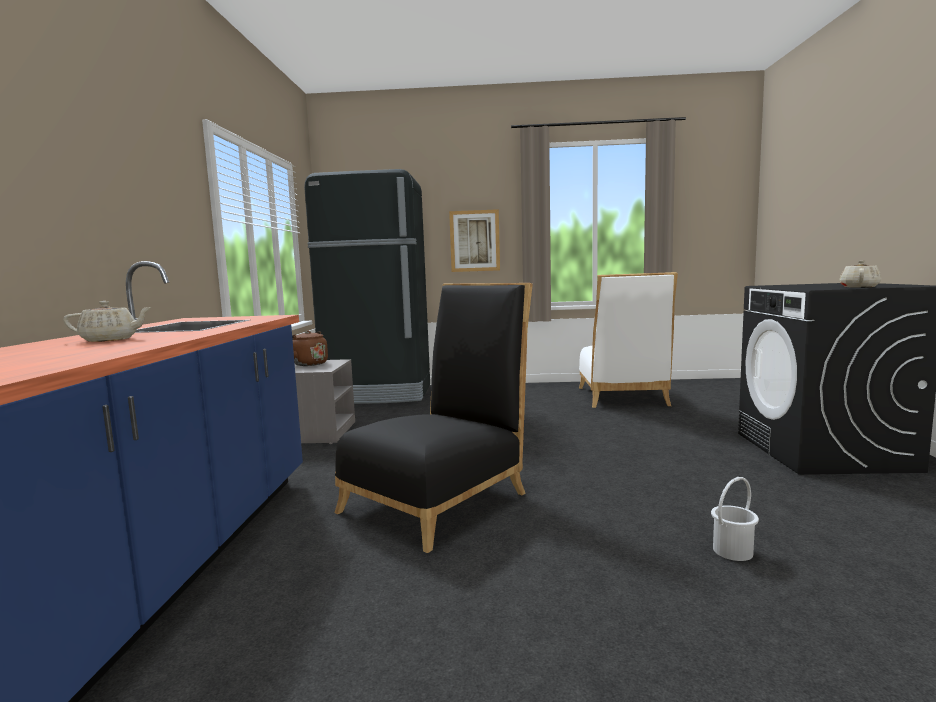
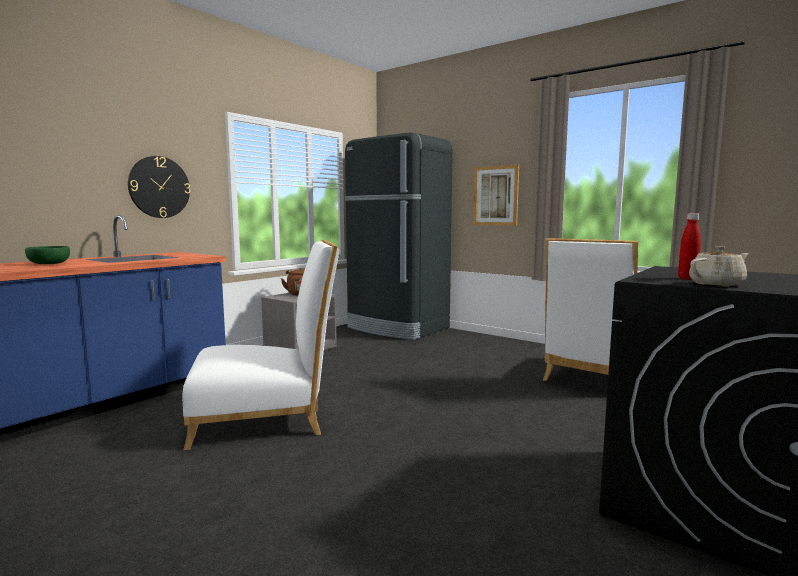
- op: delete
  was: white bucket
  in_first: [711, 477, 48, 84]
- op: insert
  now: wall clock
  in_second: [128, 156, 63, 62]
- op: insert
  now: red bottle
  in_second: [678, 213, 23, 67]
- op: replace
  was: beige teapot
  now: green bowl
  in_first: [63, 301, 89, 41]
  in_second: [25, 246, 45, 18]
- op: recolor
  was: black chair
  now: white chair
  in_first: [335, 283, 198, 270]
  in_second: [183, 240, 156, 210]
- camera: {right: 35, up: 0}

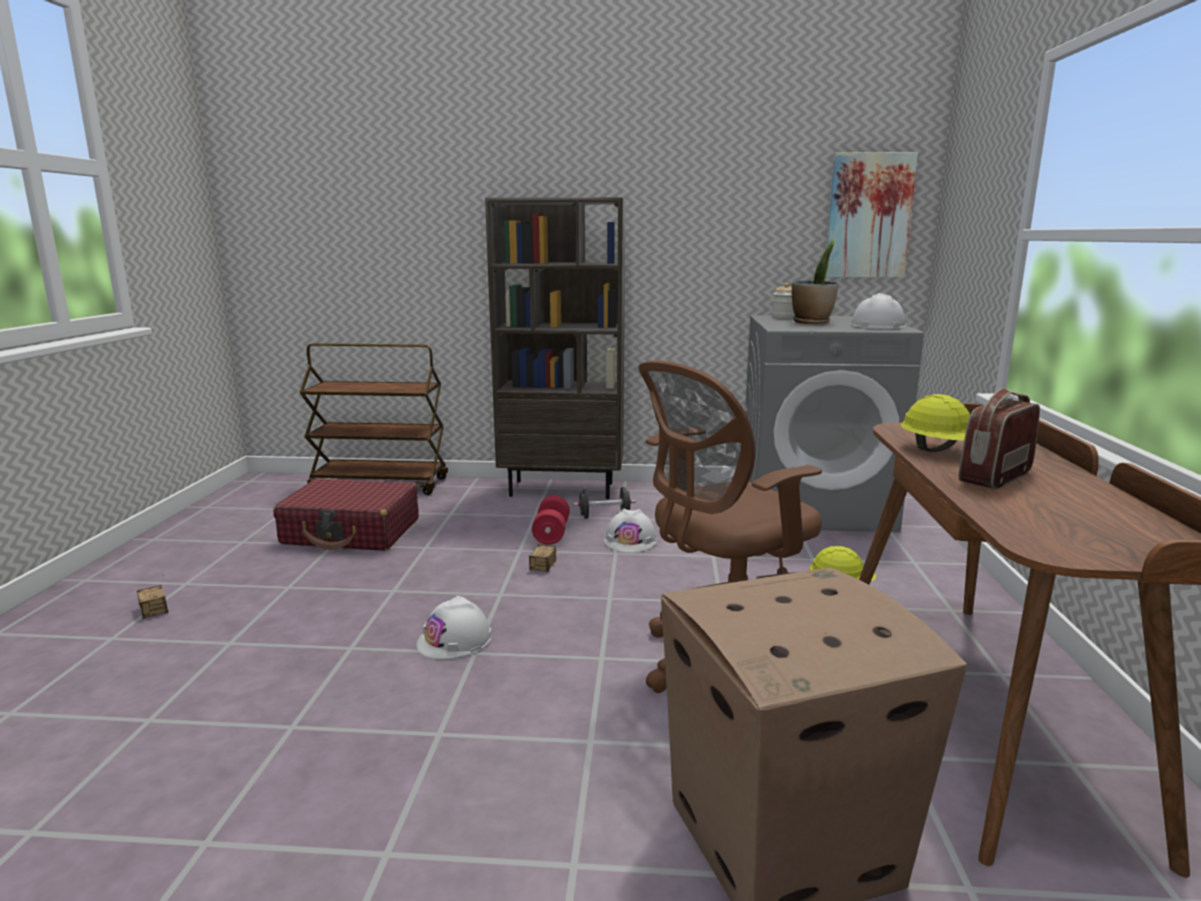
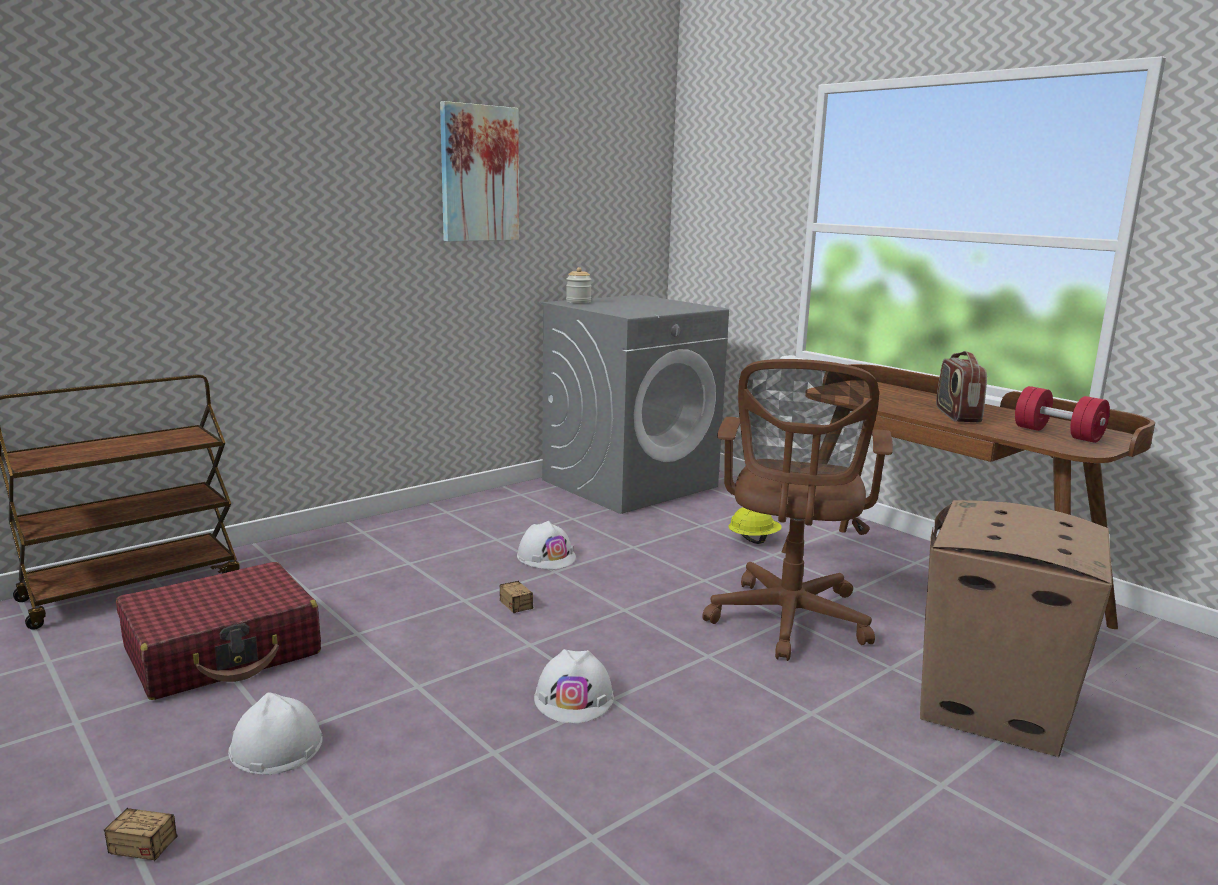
- op: delete
  was: brown bookcase
  in_first: [485, 197, 141, 302]
- op: delete
  was: black dumbbell
  in_first: [573, 487, 63, 32]
- op: delete
  was: potted plant
  in_first: [792, 238, 47, 86]
- op: delete
  was: yellow hard hat
  in_first: [901, 394, 69, 58]
- op: move
  was: red dumbbell
  in_first: [532, 495, 38, 50]
  in_second: [1015, 386, 95, 57]
- op: move
  was: picture
  in_first: [826, 152, 92, 126]
  in_second: [440, 101, 79, 140]
- op: move
  was: white hard hat
  in_first: [850, 293, 56, 36]
  in_second: [228, 692, 95, 83]
- camera: {right: -45, up: 0}

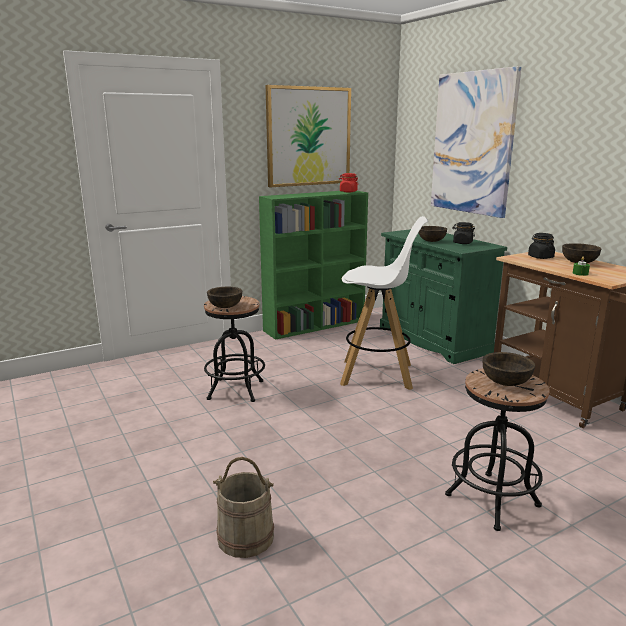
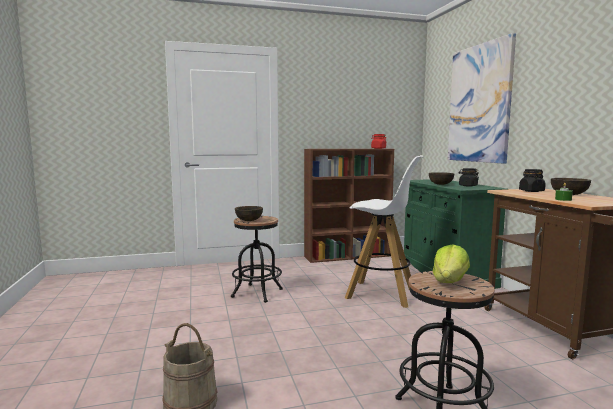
- op: delete
  was: picture
  in_first: [266, 85, 85, 102]
- op: replace
  was: brown bowl
  now: lettuce
  in_first: [483, 352, 52, 34]
  in_second: [433, 244, 37, 39]
- op: recolor
  was: green bookcase
  now: brown bookcase
  in_first: [259, 191, 109, 149]
  in_second: [304, 149, 90, 114]
- camera: {right: 15, up: -10}

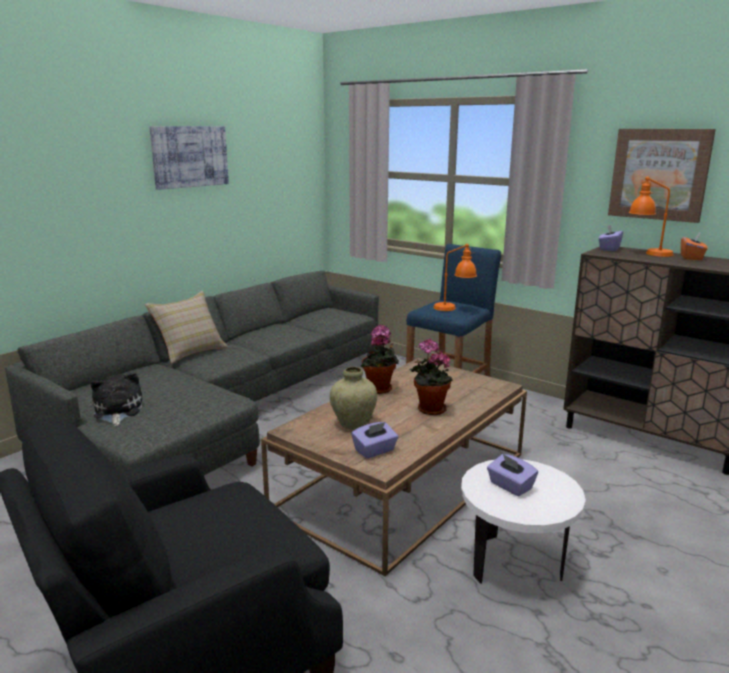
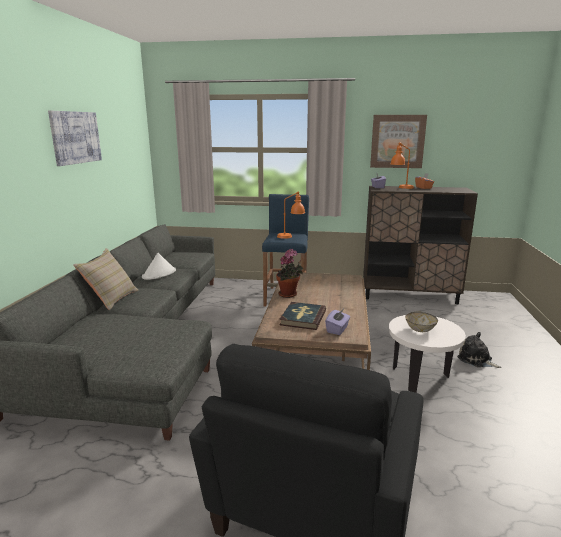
- op: delete
  was: potted plant
  in_first: [409, 339, 44, 76]
- op: insert
  now: white hat
  in_second: [142, 253, 34, 27]
- op: move
  was: plush toy
  in_first: [90, 372, 53, 54]
  in_second: [457, 332, 44, 36]
- op: replace
  was: beige vase
  now: book
  in_first: [330, 367, 47, 63]
  in_second: [279, 302, 47, 28]
- op: replace
  was: purple tissue box
  now: bowl
  in_first: [487, 454, 51, 42]
  in_second: [405, 311, 33, 21]
- camera: {right: -30, up: 0}

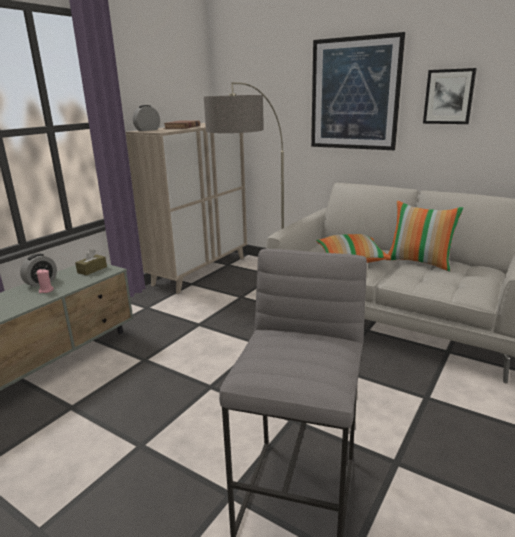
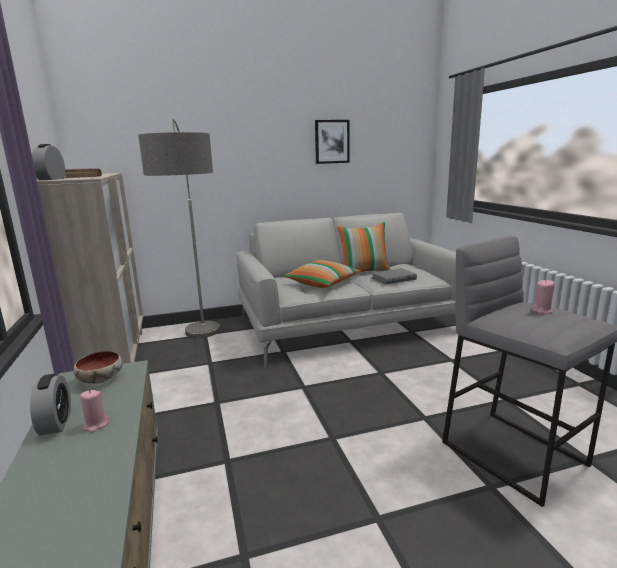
- op: delete
  was: picture
  in_first: [311, 32, 94, 118]
- op: insert
  now: grey book
  in_second: [371, 268, 46, 17]
- op: insert
  now: pink candle
  in_second: [531, 279, 24, 35]
- op: replace
  was: brown tissue box
  now: bowl
  in_first: [75, 249, 32, 26]
  in_second: [73, 351, 49, 33]
- camera: {right: -50, up: -5}

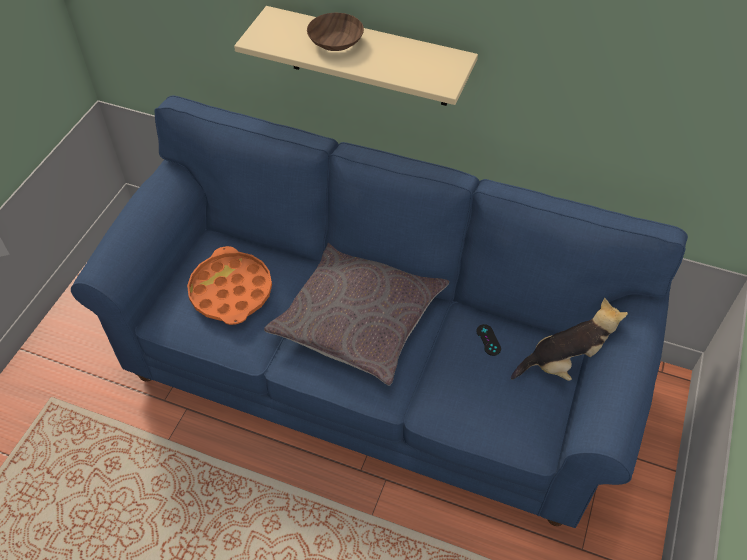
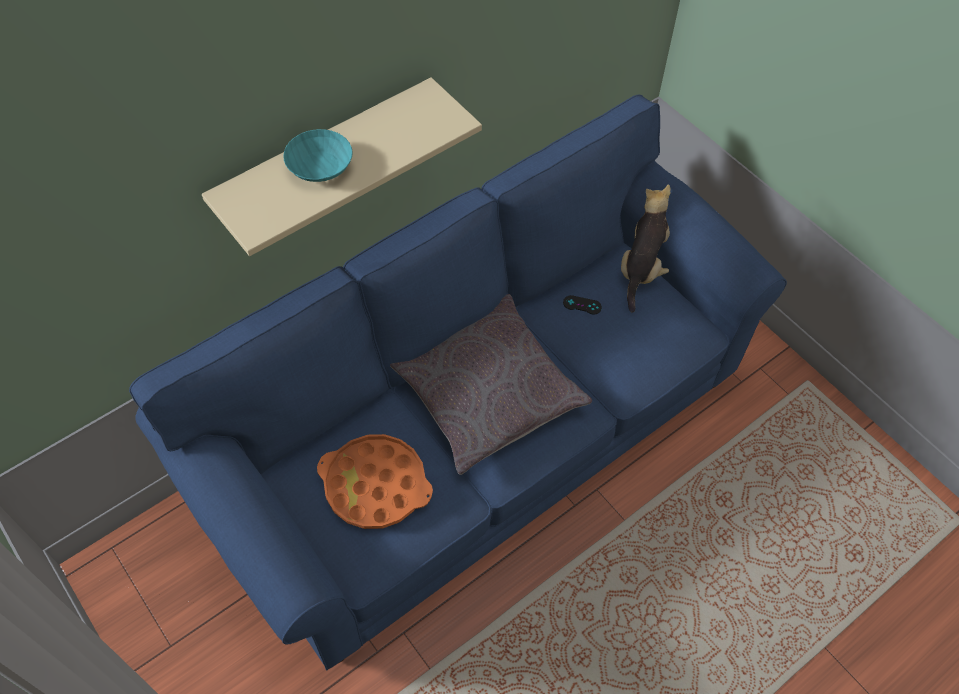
- op: recolor
  was: brown bowl
  now: turquoise bowl
  in_first: [307, 13, 57, 38]
  in_second: [283, 129, 70, 53]
- camera: {right: -60, up: 5}

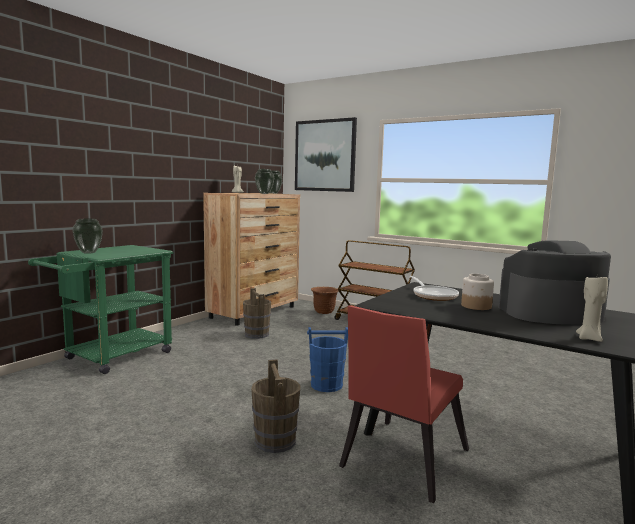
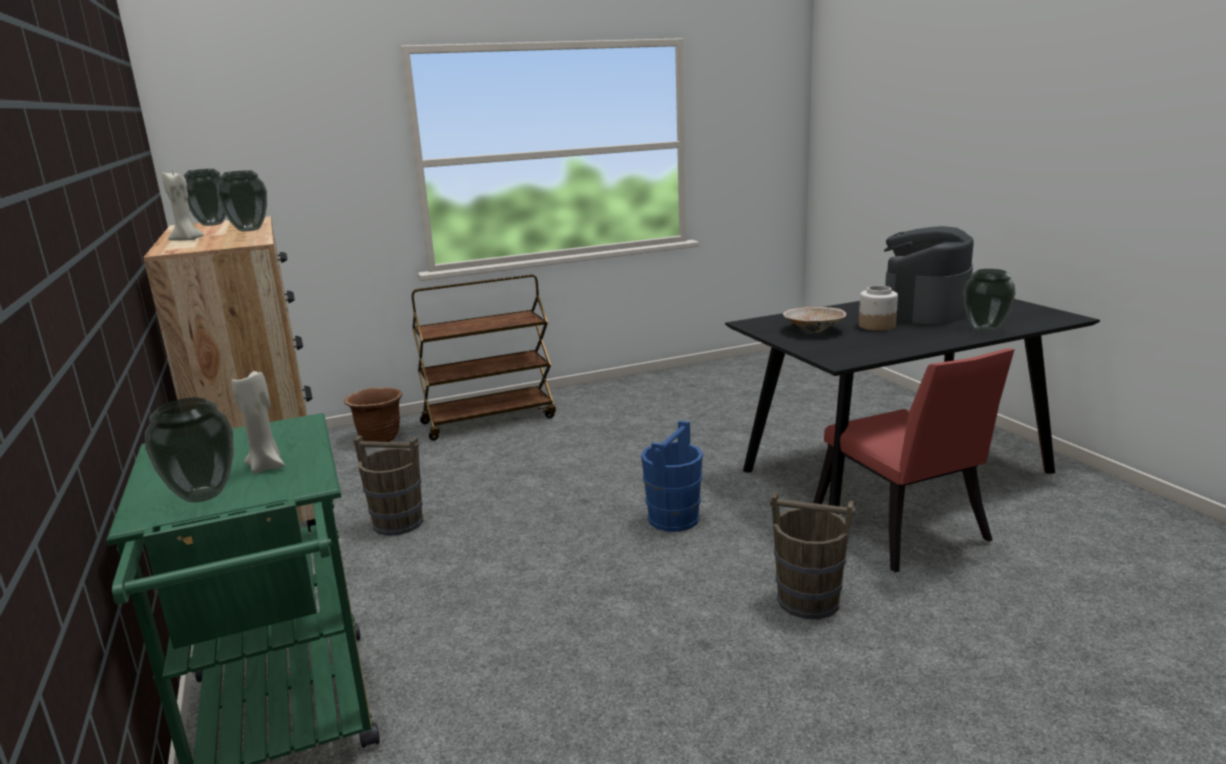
- op: delete
  was: picture
  in_first: [295, 117, 62, 75]
- op: insert
  now: vase
  in_second: [963, 269, 53, 63]
- op: move
  was: beige candle
  in_first: [576, 277, 32, 65]
  in_second: [232, 371, 53, 103]
- op: replace
  was: frying pan
  now: beige bowl
  in_first: [410, 276, 49, 25]
  in_second: [783, 307, 63, 26]
- camera: {right: -55, up: 10}

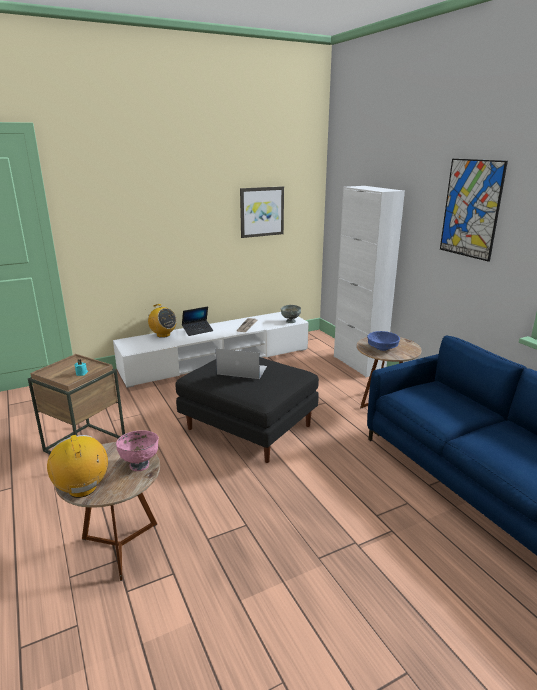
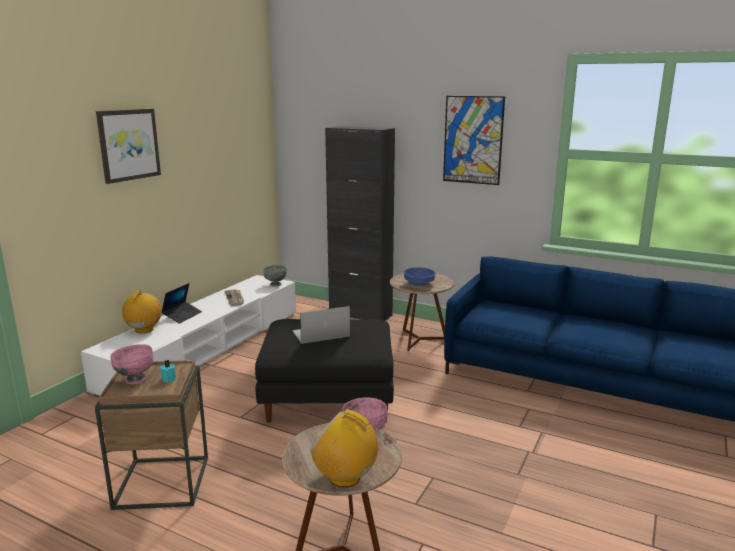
- op: insert
  now: pink bowl
  in_second: [110, 344, 43, 40]
- op: move
  was: picture
  in_first: [240, 186, 44, 52]
  in_second: [96, 109, 65, 75]
- op: recolor
  was: white cabinet
  now: black cabinet
  in_first: [334, 186, 71, 191]
  in_second: [325, 126, 70, 195]
- op: rotate
  was: radio
  in_first: [148, 304, 29, 34]
  in_second: [122, 290, 40, 43]
  clockwise: -90
- camera: {right: -35, up: -5}

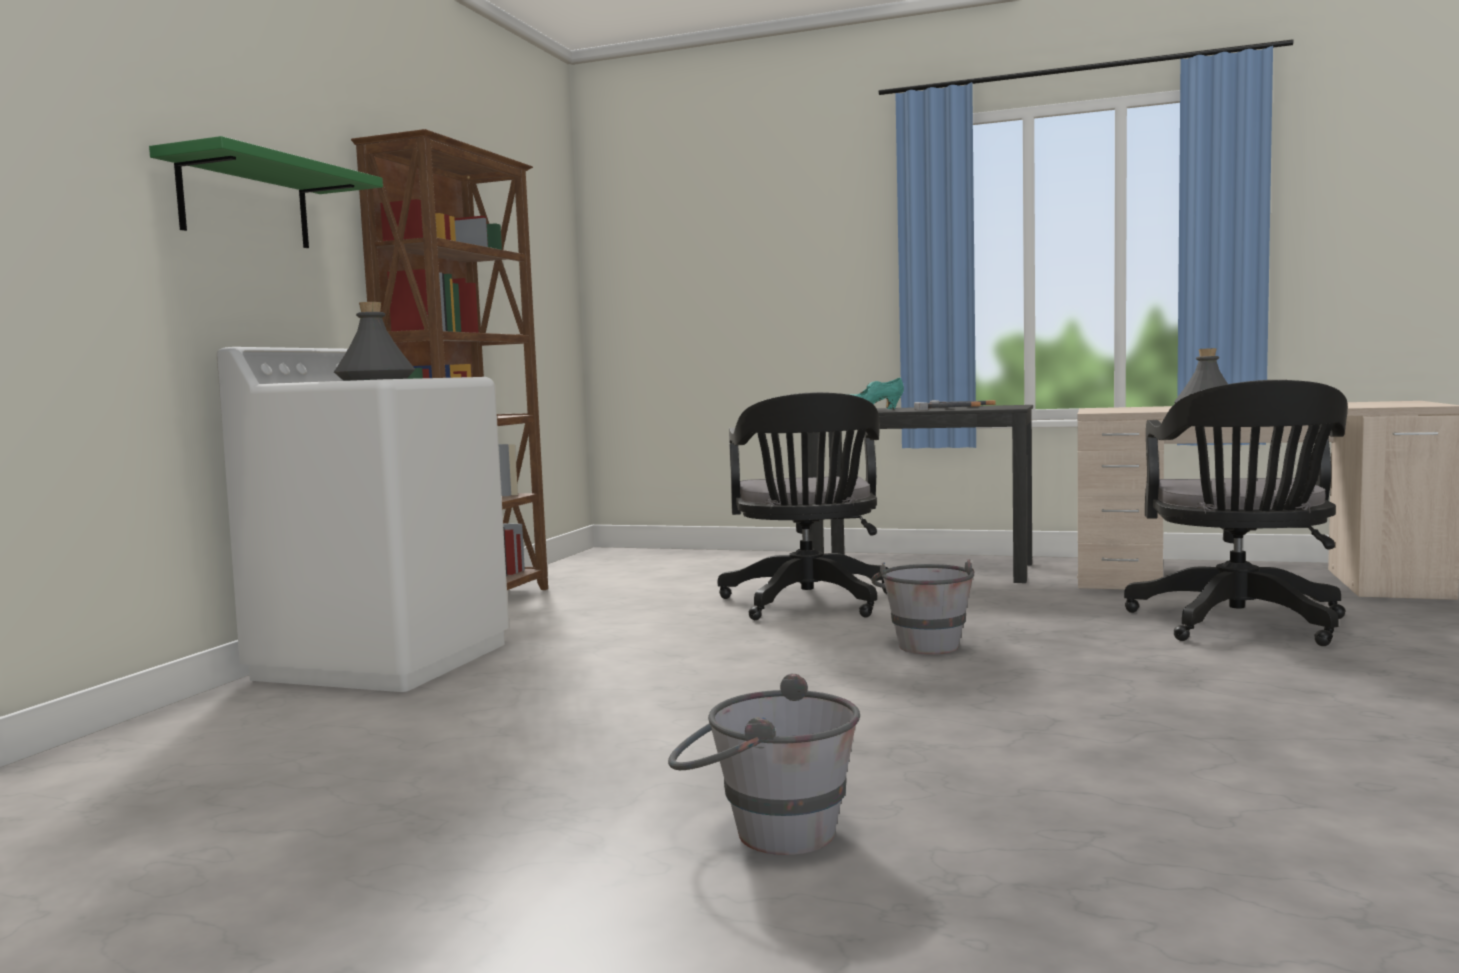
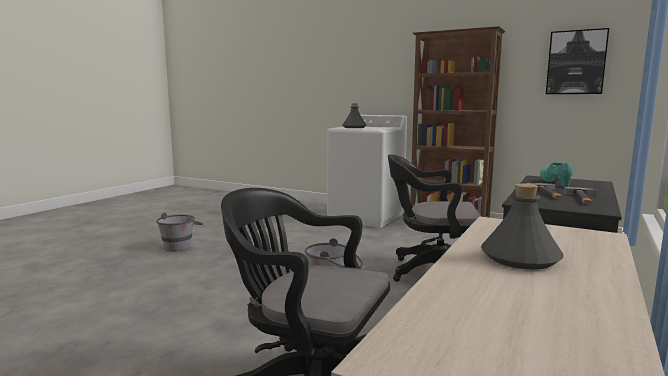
- op: delete
  was: green shelf
  in_first: [149, 136, 234, 112]
- op: insert
  now: picture
  in_second: [546, 28, 63, 66]
- camera: {right: 100, up: 5}

